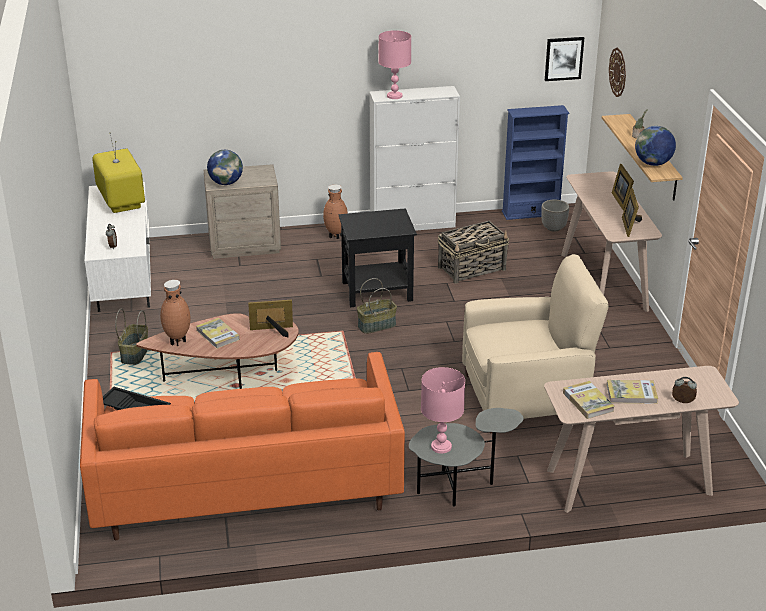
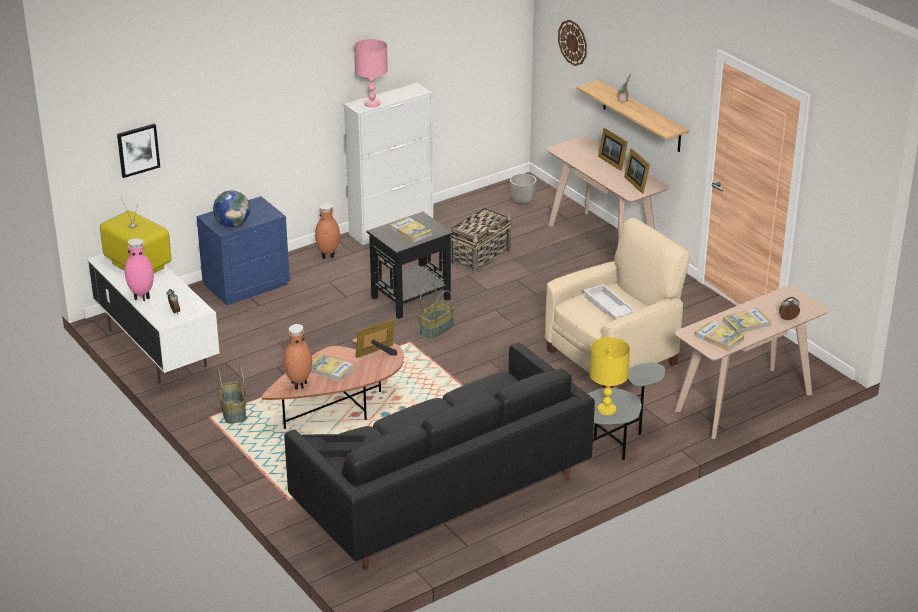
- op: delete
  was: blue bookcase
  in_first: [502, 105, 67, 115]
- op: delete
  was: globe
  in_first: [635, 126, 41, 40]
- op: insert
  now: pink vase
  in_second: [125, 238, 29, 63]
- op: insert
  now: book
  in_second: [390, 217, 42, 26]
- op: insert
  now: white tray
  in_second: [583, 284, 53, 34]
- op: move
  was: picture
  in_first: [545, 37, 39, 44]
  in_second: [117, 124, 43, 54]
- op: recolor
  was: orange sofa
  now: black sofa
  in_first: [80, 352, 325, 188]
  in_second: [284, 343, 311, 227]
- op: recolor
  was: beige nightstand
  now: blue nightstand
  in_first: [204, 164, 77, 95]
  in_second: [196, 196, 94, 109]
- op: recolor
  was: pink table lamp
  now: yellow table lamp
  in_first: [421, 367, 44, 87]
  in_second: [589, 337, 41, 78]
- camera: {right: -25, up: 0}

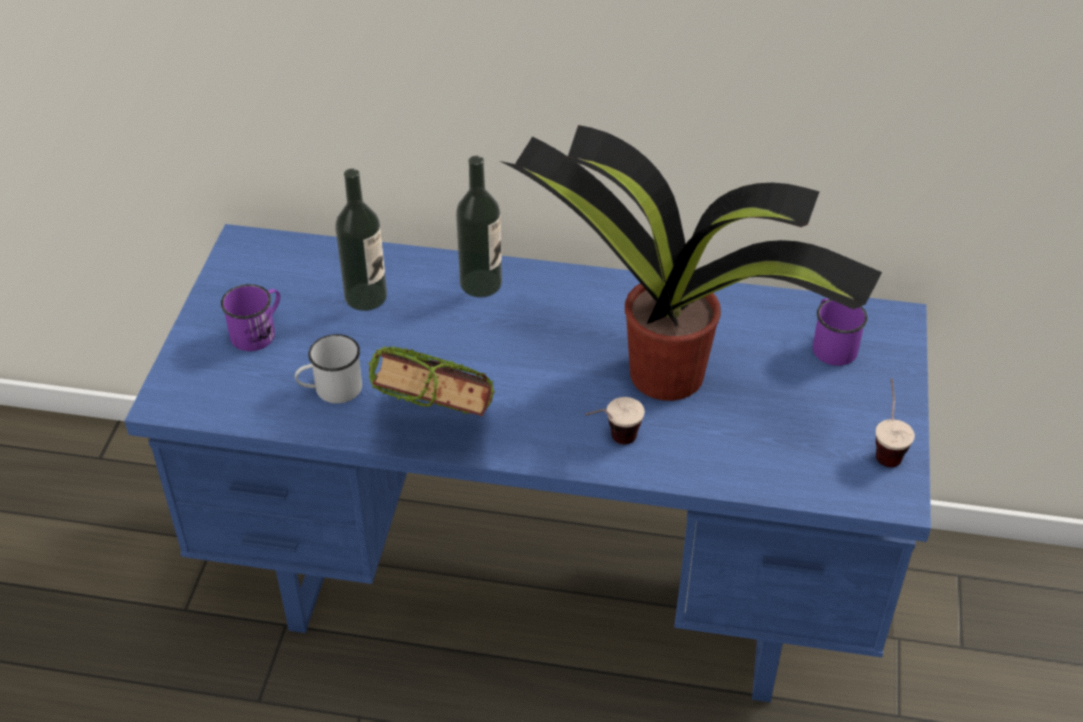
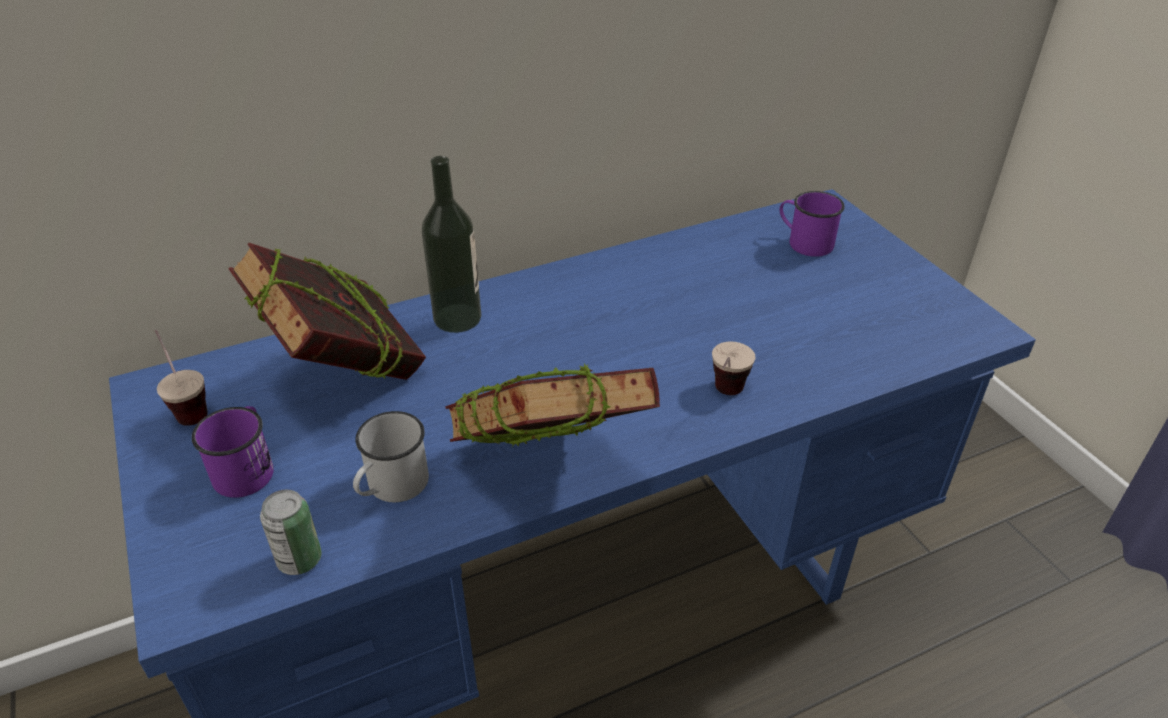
- op: delete
  was: potted plant
  in_first: [500, 125, 382, 276]
- op: insert
  now: can
  in_second: [260, 490, 62, 85]
- op: move
  was: cup
  in_first: [876, 378, 39, 89]
  in_second: [154, 329, 54, 97]
- op: replace
  was: bottle
  now: book
  in_first: [335, 169, 52, 142]
  in_second: [229, 243, 197, 137]
- camera: {right: -35, up: -5}

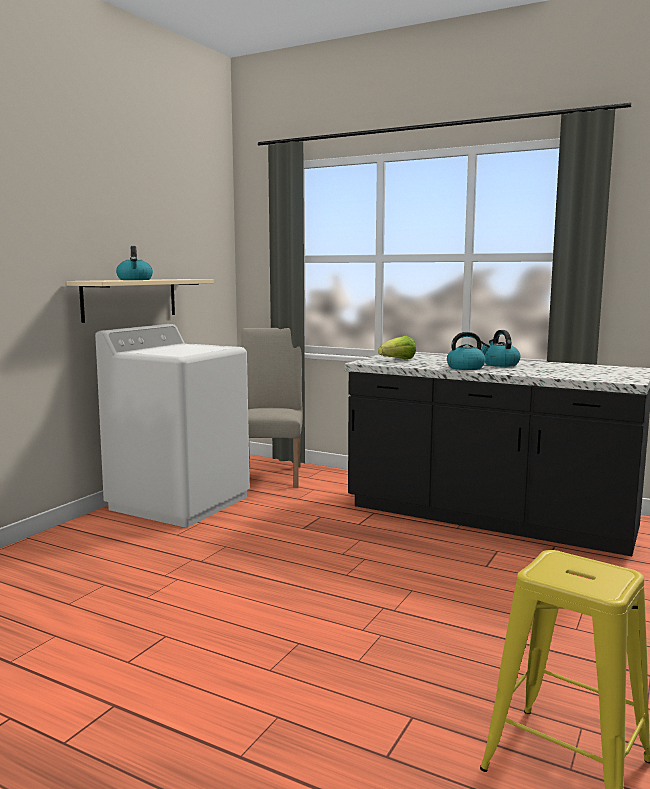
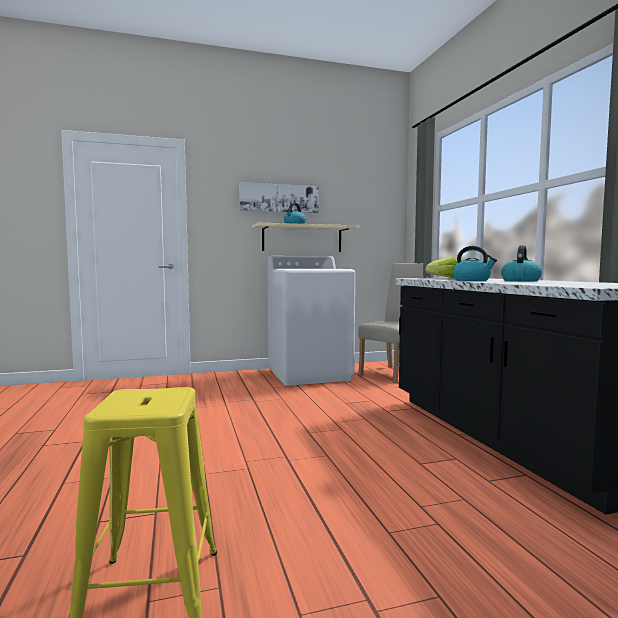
- op: insert
  now: picture
  in_second: [239, 182, 80, 31]
- camera: {right: 45, up: -5}

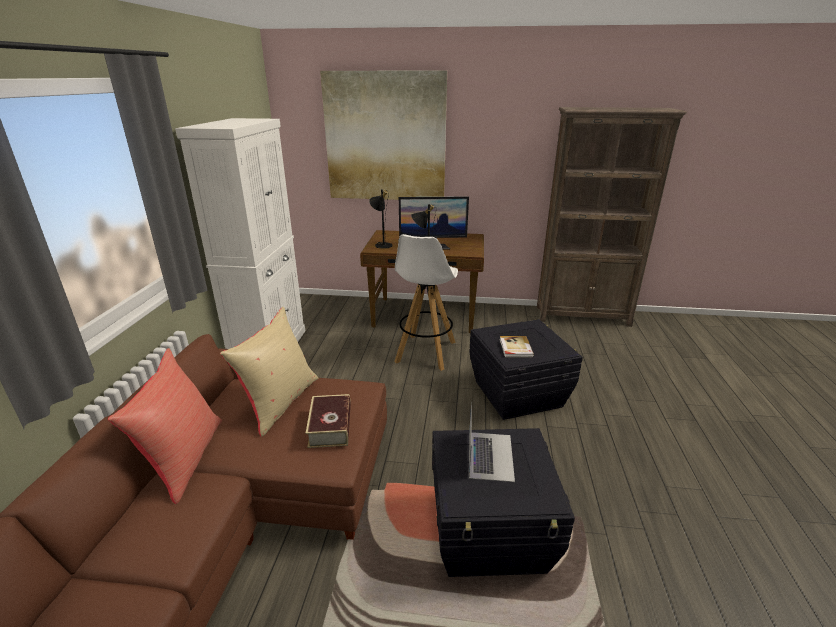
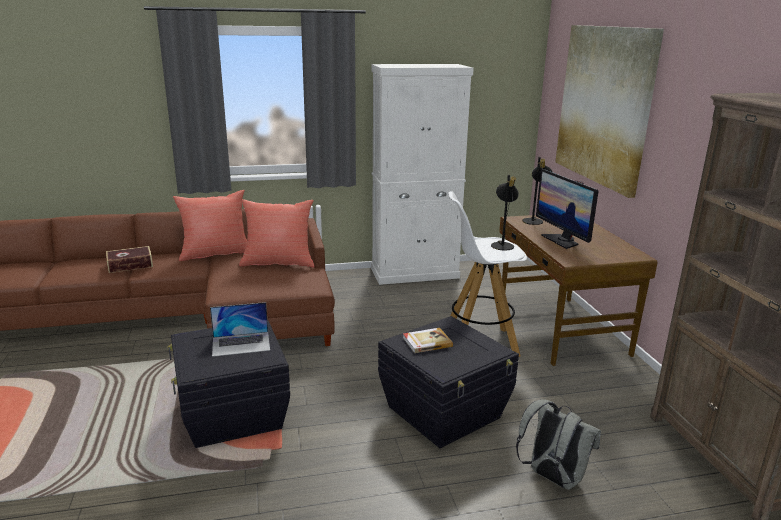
- op: insert
  now: grey backpack
  in_second: [516, 399, 85, 91]
- op: move
  was: book
  in_first: [305, 394, 46, 54]
  in_second: [106, 246, 47, 27]
- op: recolor
  was: beige pillow
  now: red pillow
  in_first: [220, 307, 98, 130]
  in_second: [239, 199, 75, 68]
- camera: {right: 70, up: -5}

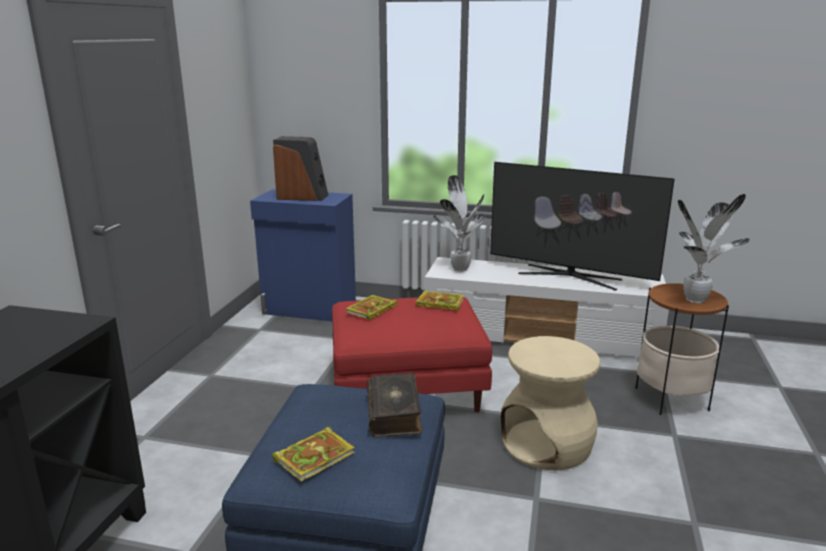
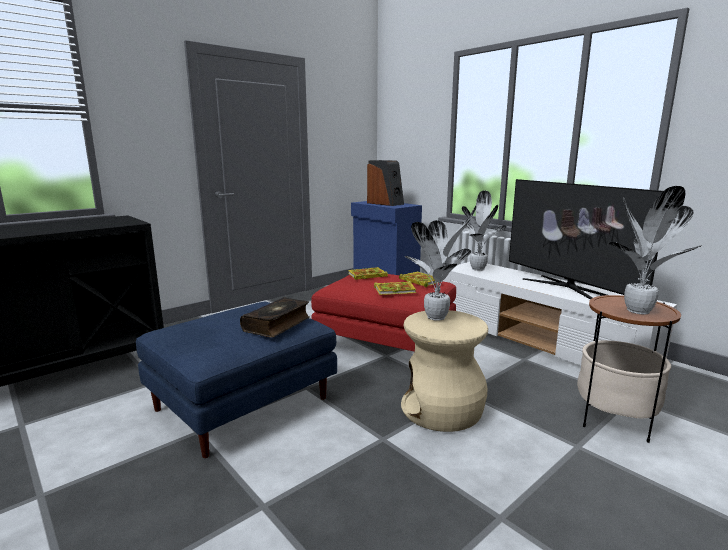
- op: insert
  now: potted plant
  in_second: [405, 205, 72, 116]
- op: move
  was: book
  in_first: [272, 426, 83, 55]
  in_second: [374, 281, 42, 14]
- camera: {right: 35, up: -5}

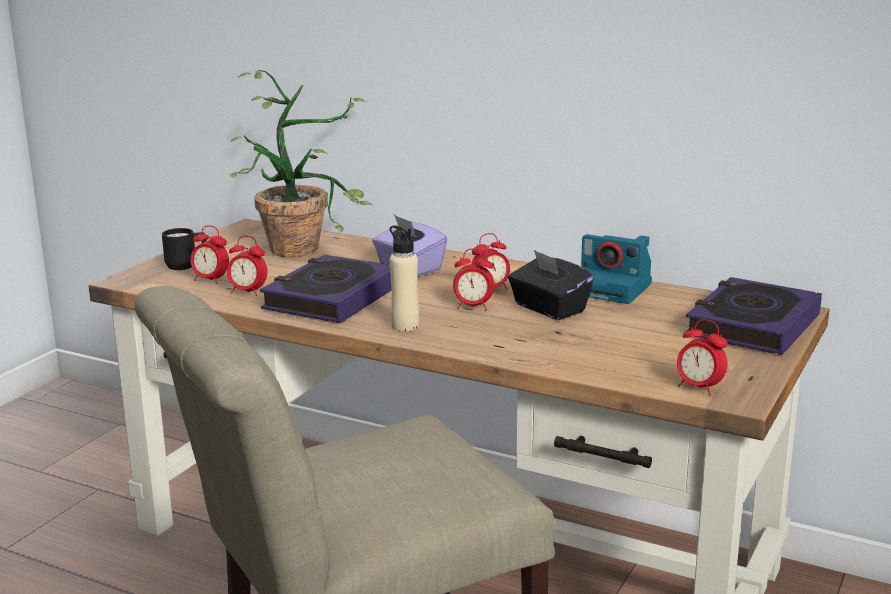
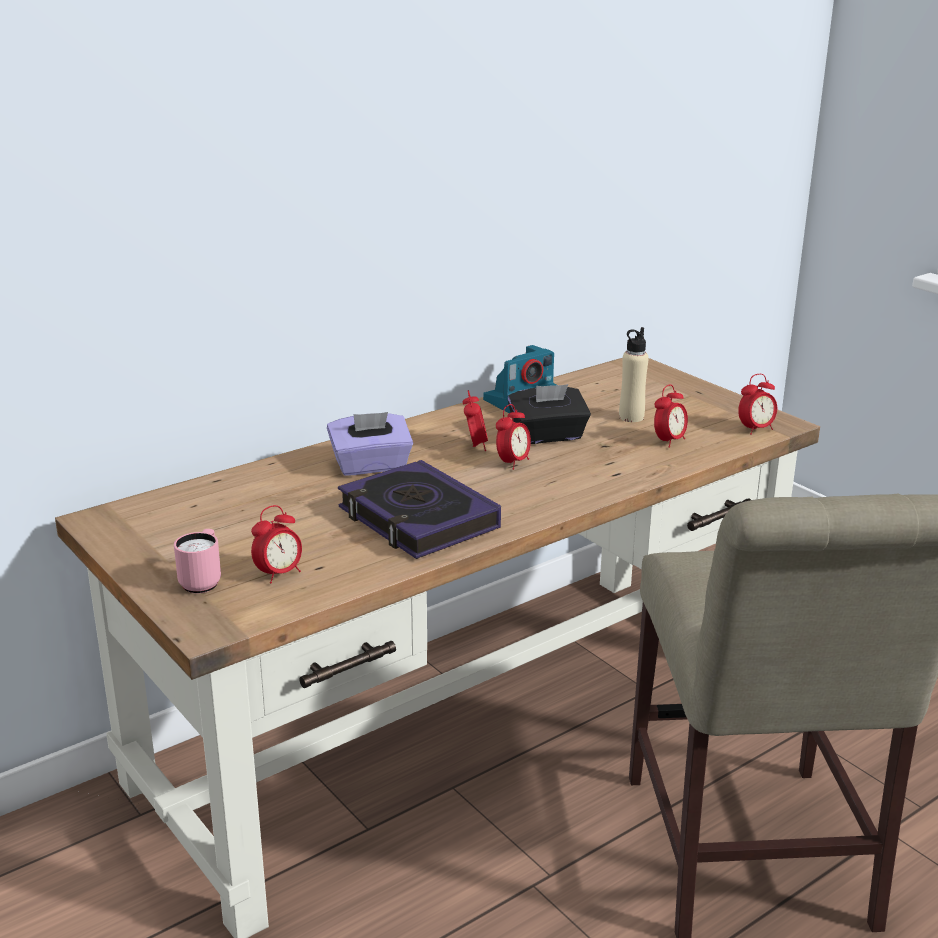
- op: delete
  was: potted plant
  in_first: [229, 70, 143, 188]
- op: delete
  was: book
  in_first: [685, 277, 137, 78]
- op: move
  was: alarm clock
  in_first: [227, 236, 40, 60]
  in_second: [654, 385, 34, 63]
- op: move
  was: beige bottle
  in_first: [389, 226, 30, 105]
  in_second: [619, 327, 30, 95]
- op: recolor
  was: black mug
  now: pink mug
  in_first: [162, 228, 44, 42]
  in_second: [174, 529, 47, 64]
- camera: {right: -65, up: 5}

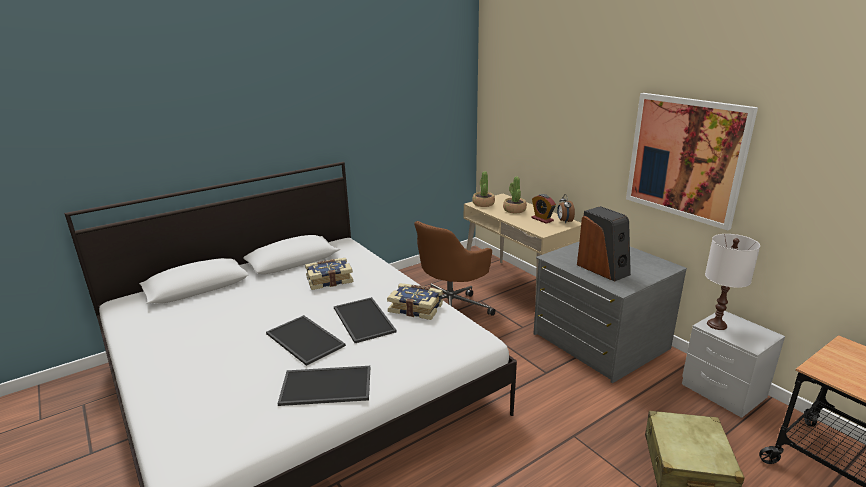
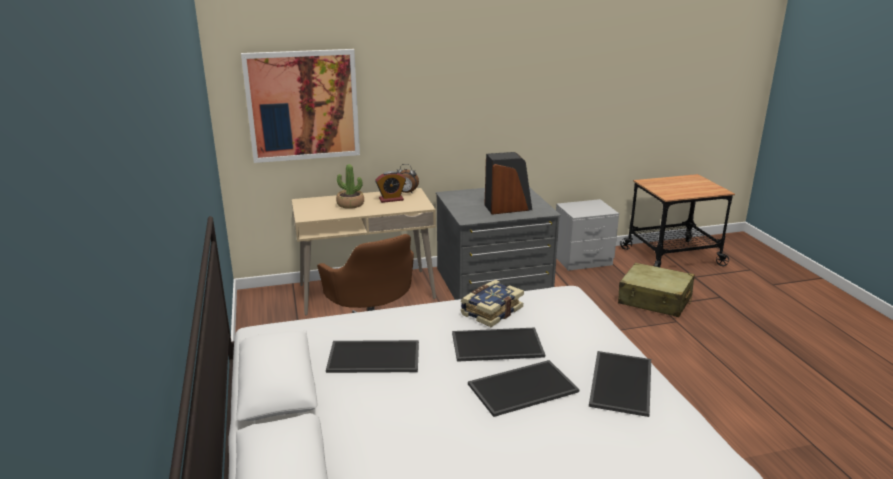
- op: delete
  was: potted plant
  in_first: [472, 171, 23, 36]
- op: delete
  was: white table lamp
  in_first: [705, 234, 55, 96]
- op: move
  was: picture
  in_first: [626, 93, 132, 137]
  in_second: [241, 49, 119, 114]
- op: replace
  was: book
  now: tray
  in_first: [305, 258, 48, 32]
  in_second: [326, 340, 93, 33]
- camera: {right: -70, up: 0}

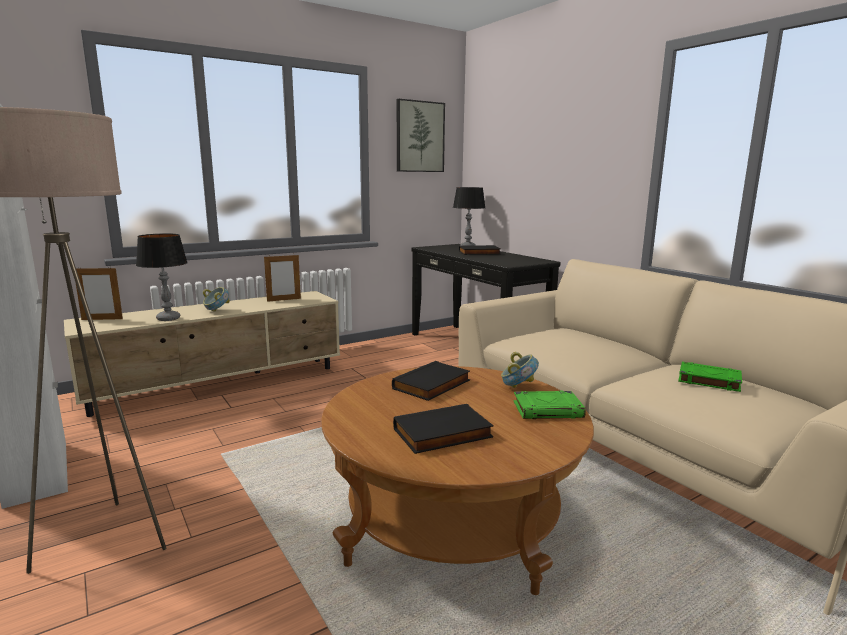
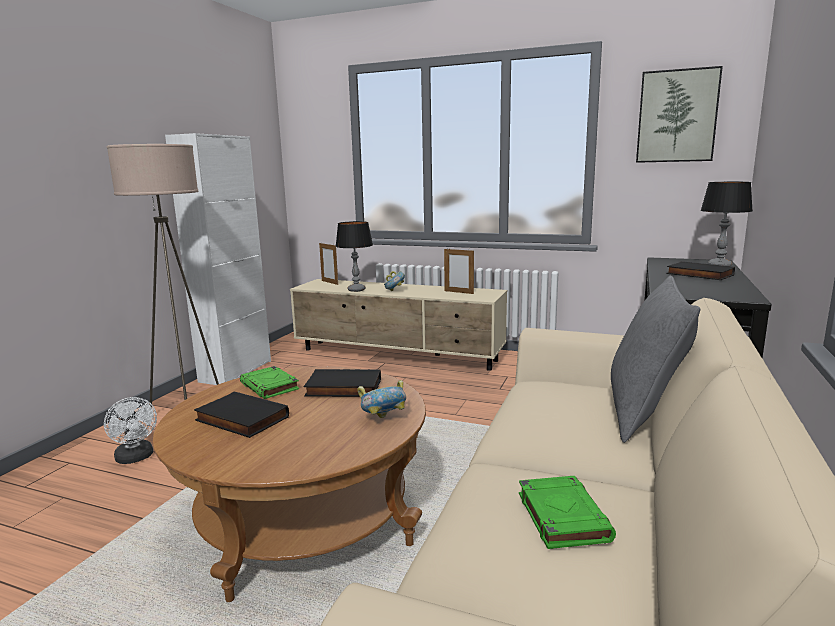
- op: insert
  now: white fan
  in_second: [104, 397, 53, 67]
- op: insert
  now: grey pillow
  in_second: [611, 275, 89, 168]
- op: move
  was: green book
  in_first: [513, 390, 73, 29]
  in_second: [240, 366, 59, 33]
- camera: {right: 55, up: 0}

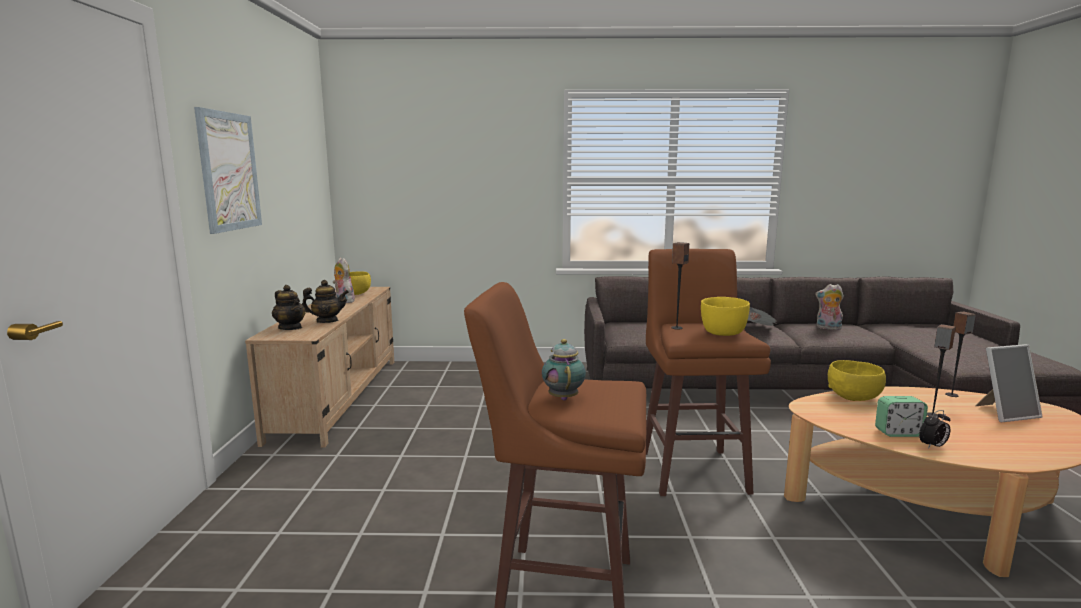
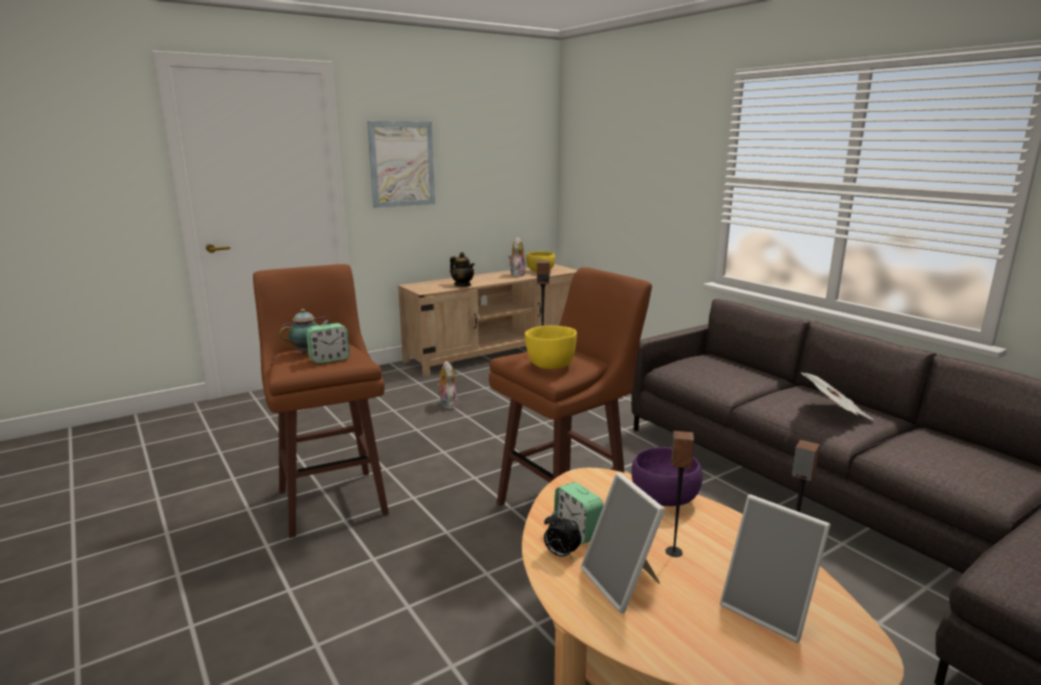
- op: delete
  was: teapot
  in_first: [272, 285, 34, 45]
- op: insert
  now: alarm clock
  in_second: [306, 323, 44, 41]
- op: insert
  now: picture frame
  in_second: [581, 472, 84, 141]
- op: move
  was: plush toy
  in_first: [815, 284, 29, 46]
  in_second: [437, 361, 21, 48]
- op: recolor
  was: yellow bowl
  now: purple bowl
  in_first: [828, 360, 58, 41]
  in_second: [631, 447, 72, 59]
- camera: {right: 55, up: 5}

